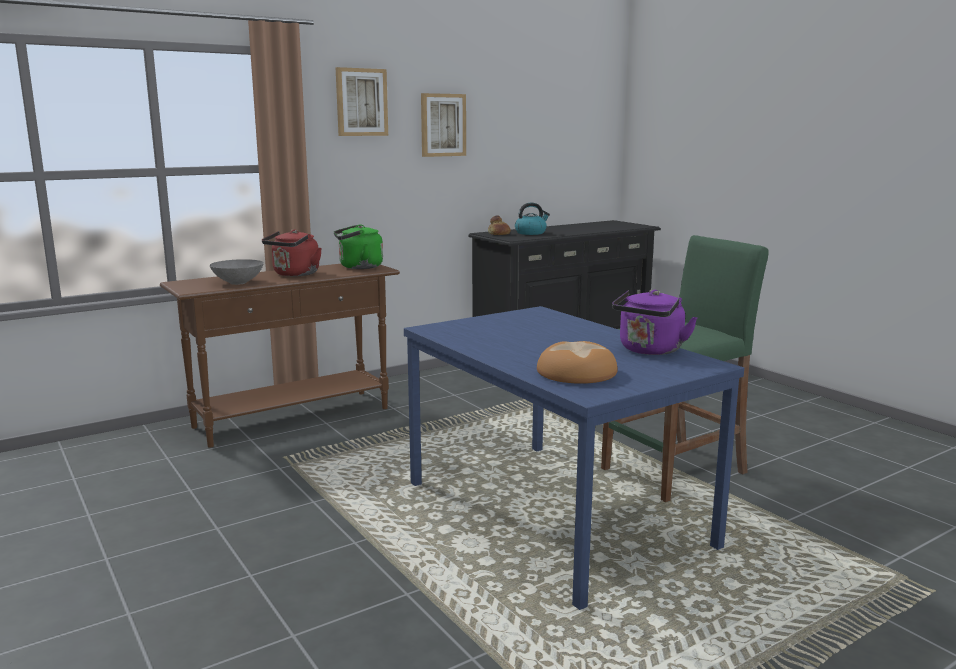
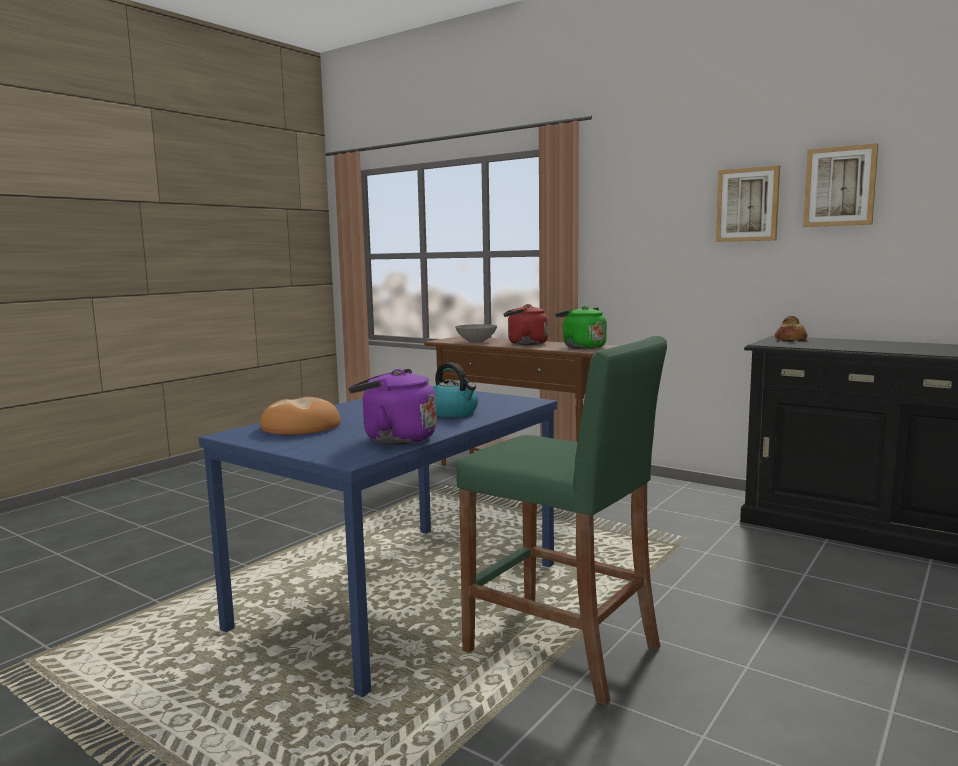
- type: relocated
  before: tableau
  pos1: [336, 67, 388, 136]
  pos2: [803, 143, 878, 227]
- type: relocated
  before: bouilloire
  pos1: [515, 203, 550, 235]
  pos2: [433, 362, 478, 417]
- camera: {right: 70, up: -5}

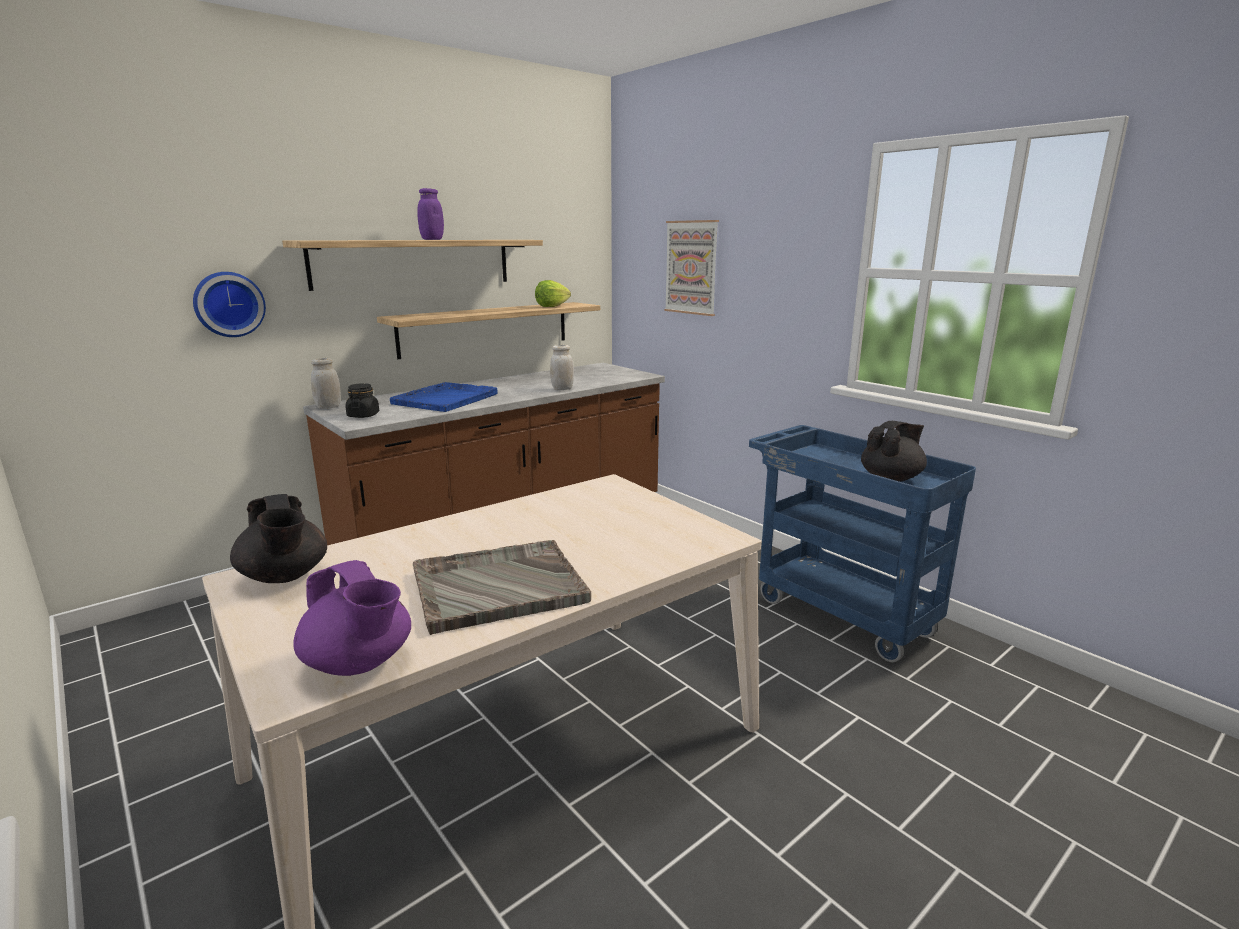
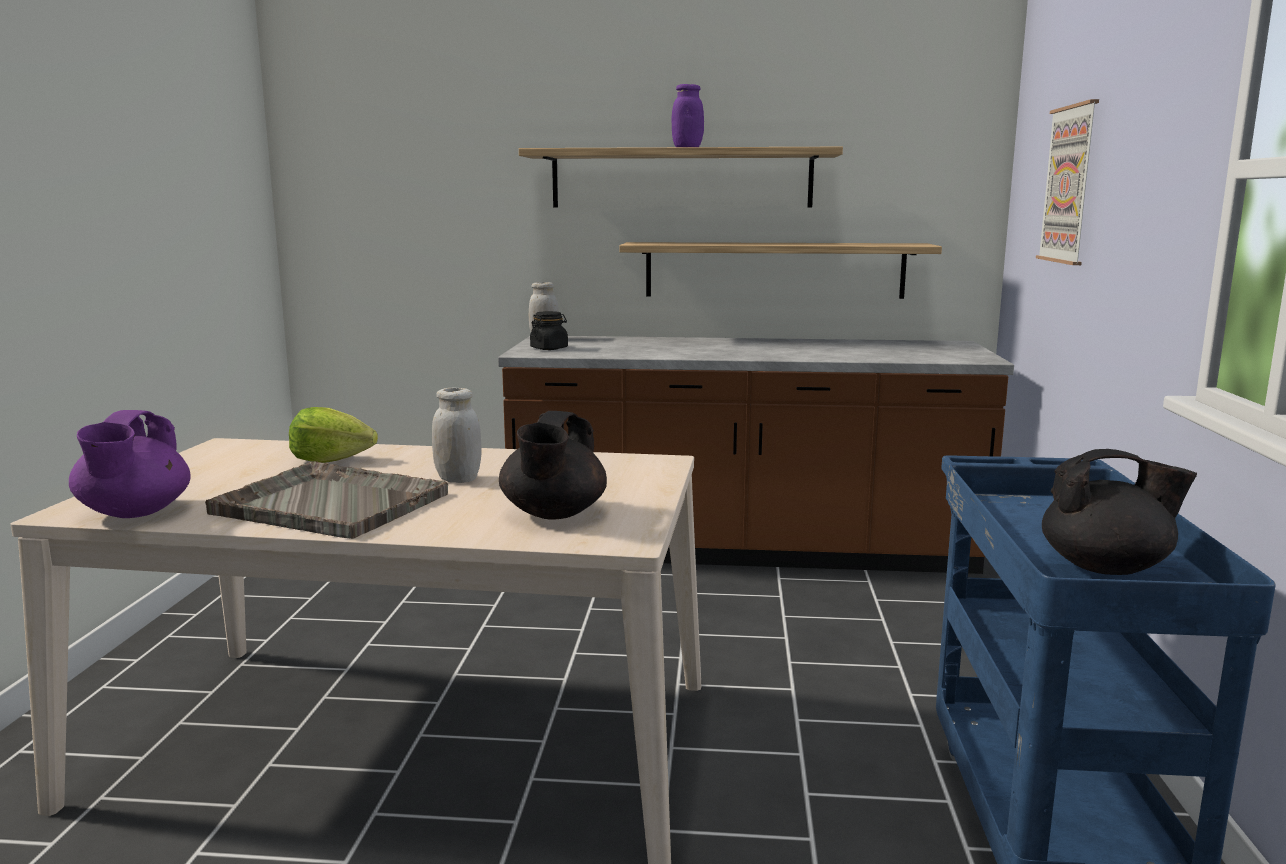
- type: missing
  before: horloge murale
  pos1: [193, 272, 266, 337]
- type: missing
  before: plateau (bleu)
  pos1: [390, 382, 498, 412]
- type: relocated
  before: théière (noir)
  pos1: [230, 494, 327, 583]
  pos2: [499, 411, 607, 520]
- type: relocated
  before: laitue
  pos1: [535, 280, 571, 307]
  pos2: [289, 407, 378, 463]
- type: relocated
  before: bocal (blanc)
  pos1: [550, 345, 574, 390]
  pos2: [432, 387, 482, 483]
- camera: {right: 45, up: -5}

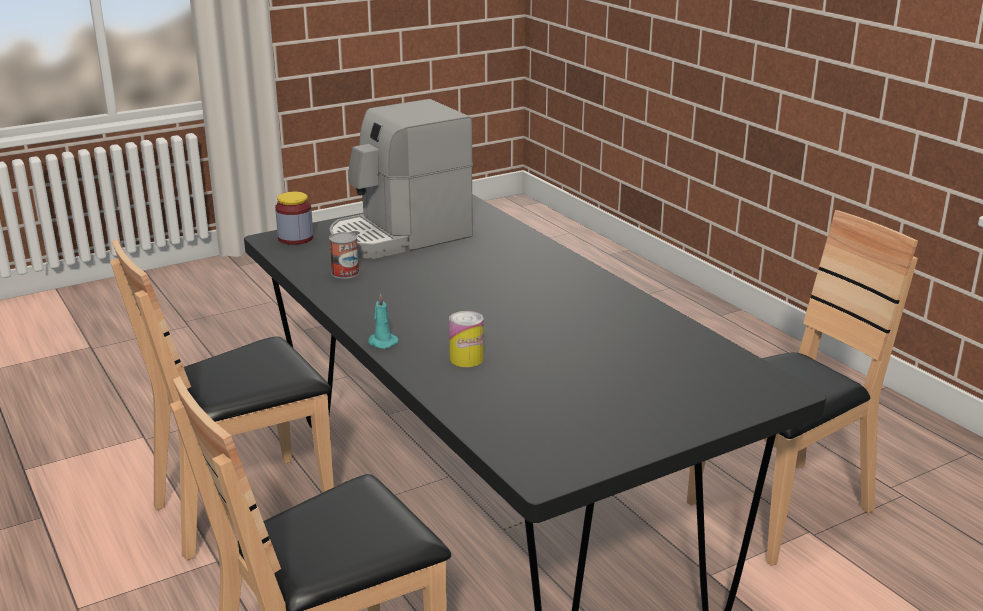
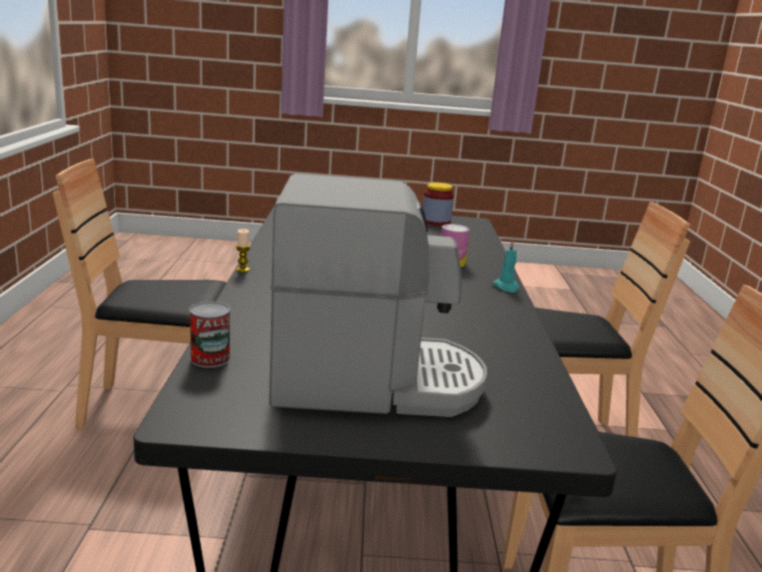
- type: appeared
  after: bougie
  pos2: [236, 229, 250, 272]
- type: relocated
  before: bocal
  pos1: [275, 192, 313, 245]
  pos2: [423, 182, 454, 226]
- type: relocated
  before: boîte métallique
  pos1: [329, 232, 359, 279]
  pos2: [189, 302, 230, 368]
- camera: {right: -150, up: -5}

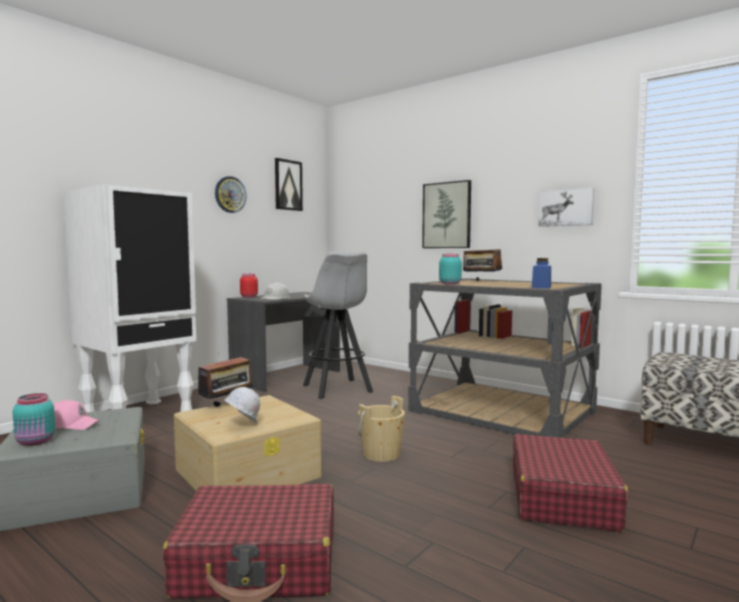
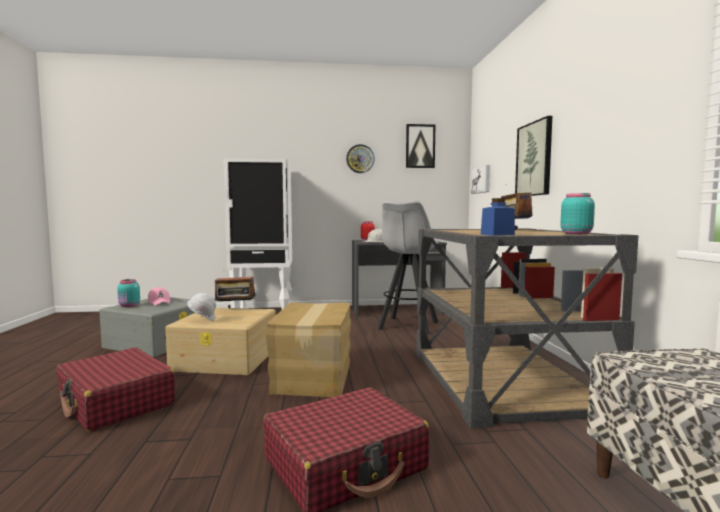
- type: relocated
  before: bocal (turquoise)
  pos1: [439, 254, 462, 284]
  pos2: [560, 193, 595, 234]
- type: relocated
  before: tableau
  pos1: [538, 188, 594, 227]
  pos2: [471, 165, 490, 194]
- type: exchanged
  before: seau (beige)
  after: carton
  pos1: [358, 396, 405, 462]
  pos2: [266, 302, 351, 397]
- camera: {right: 45, up: 0}

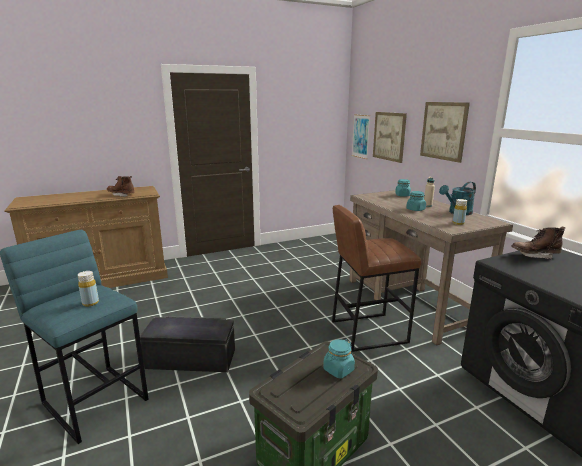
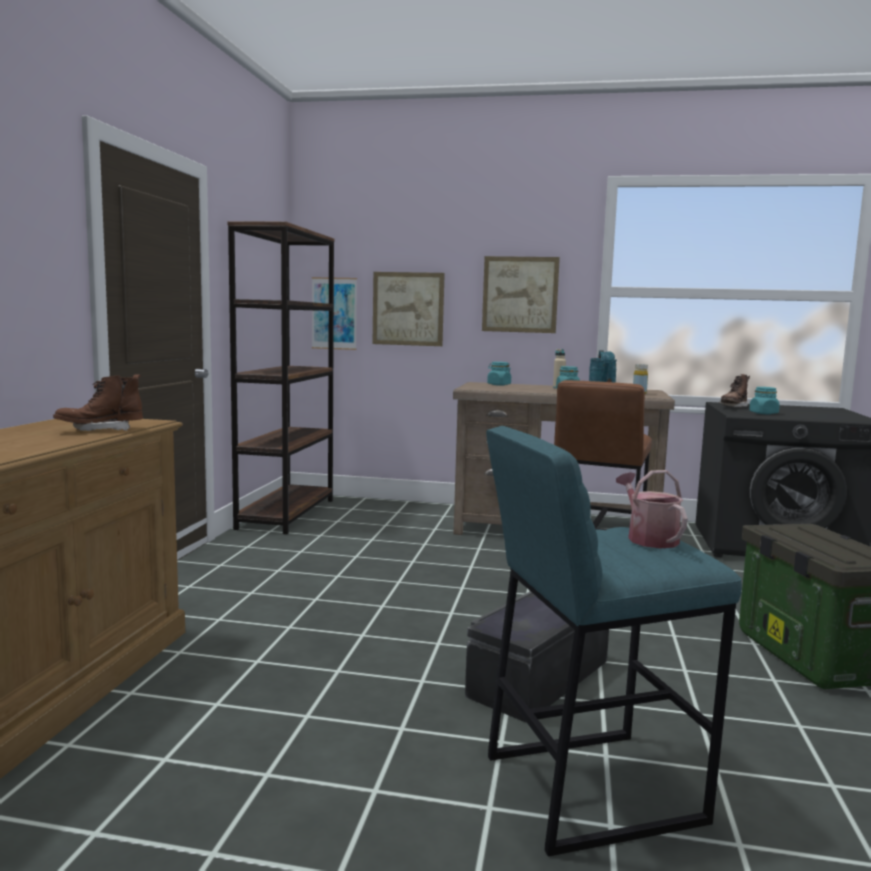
- type: appeared
  after: bibliothèque (marron)
  pos2: [227, 221, 335, 534]
- type: relocated
  before: bocal (turquoise)
  pos1: [323, 339, 355, 378]
  pos2: [749, 387, 780, 414]
- type: exchanged
  before: bouteille (jaune)
  after: arrosoir
  pos1: [78, 271, 99, 307]
  pos2: [616, 470, 688, 548]
- camera: {right: -55, up: -10}

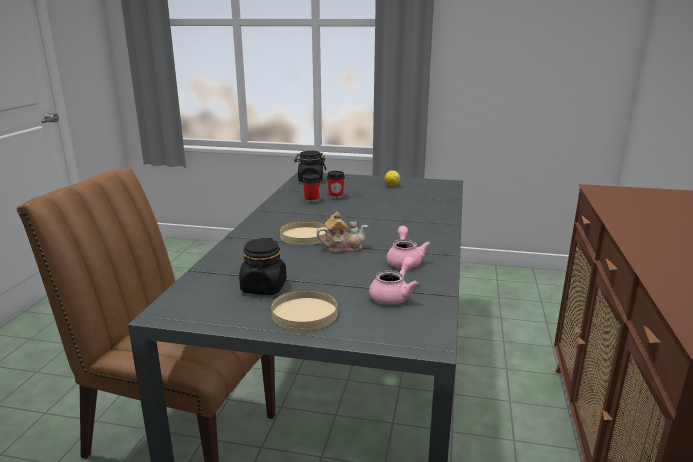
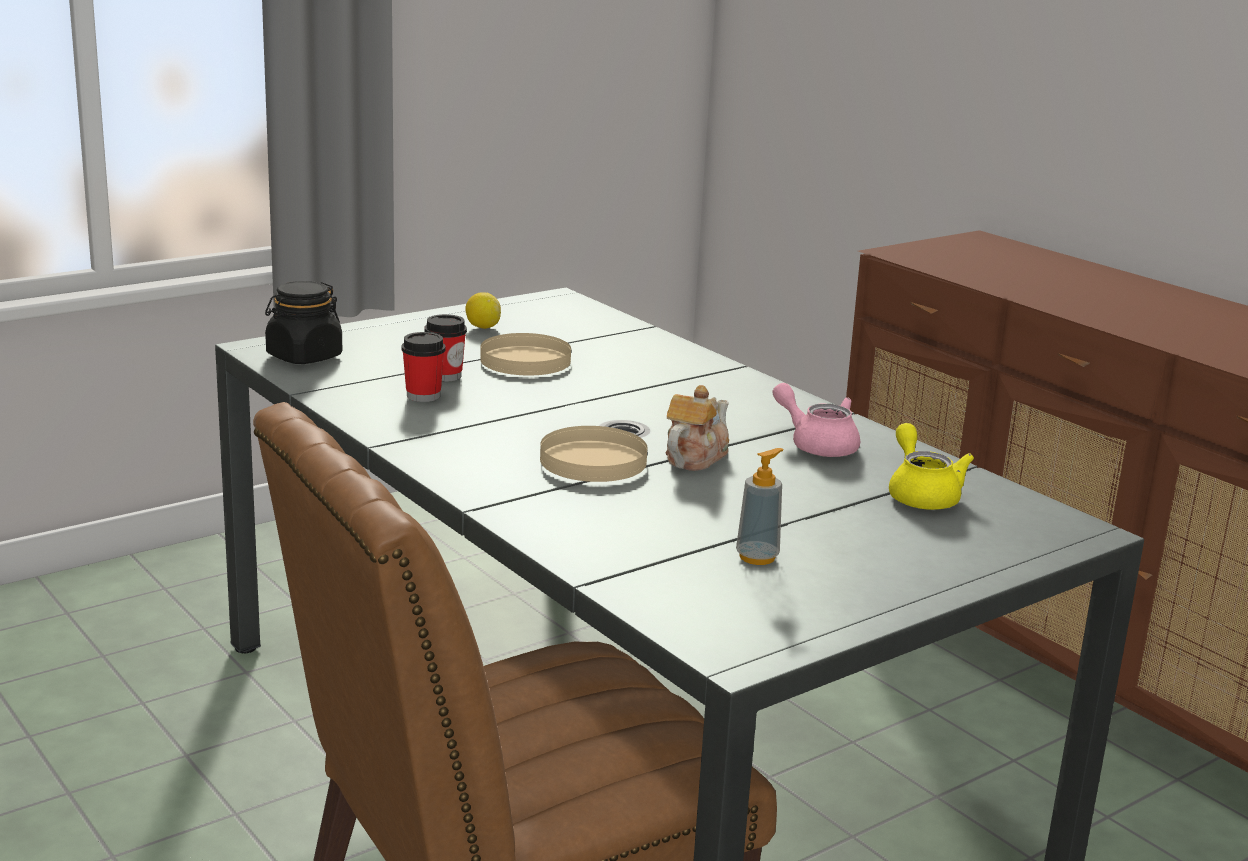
- type: relocated
  before: assiette (beige)
  pos1: [271, 289, 337, 331]
  pos2: [480, 333, 571, 375]
- type: exchanged
  before: bocal (noir)
  after: distributeur de savon
  pos1: [239, 238, 287, 295]
  pos2: [736, 448, 784, 565]
- type: colour
  before: théière (rose)
  after: théière (jaune)
  pos1: [369, 256, 419, 305]
  pos2: [889, 423, 974, 510]
- camera: {right: -50, up: 0}

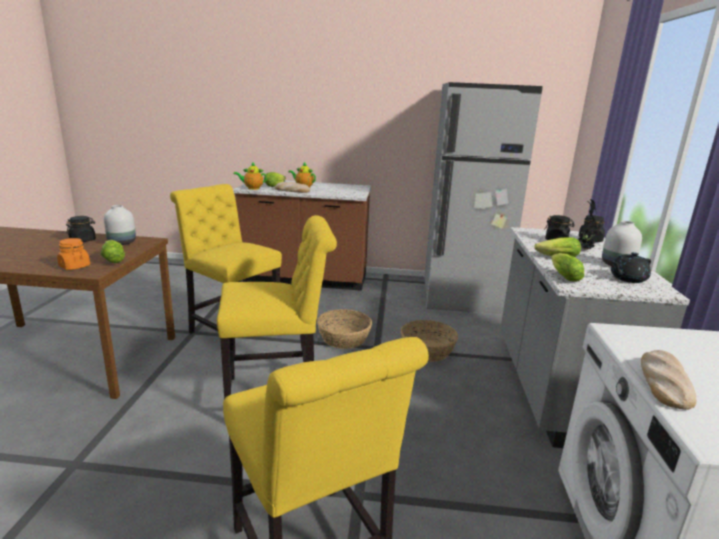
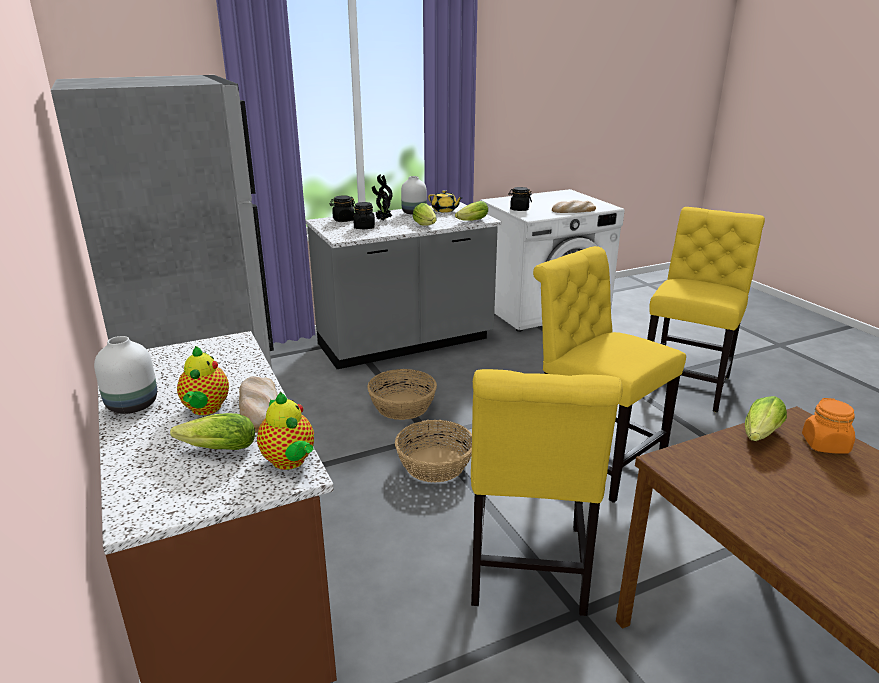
- type: relocated
  before: bocal (noir)
  pos1: [66, 216, 96, 242]
  pos2: [508, 187, 532, 211]
- type: relocated
  before: vase (blanc)
  pos1: [104, 205, 136, 245]
  pos2: [94, 336, 157, 414]
- type: colour
  before: théière (noir)
  after: théière (jaune)
  pos1: [611, 252, 651, 283]
  pos2: [428, 190, 463, 212]
- camera: {right: -120, up: 5}

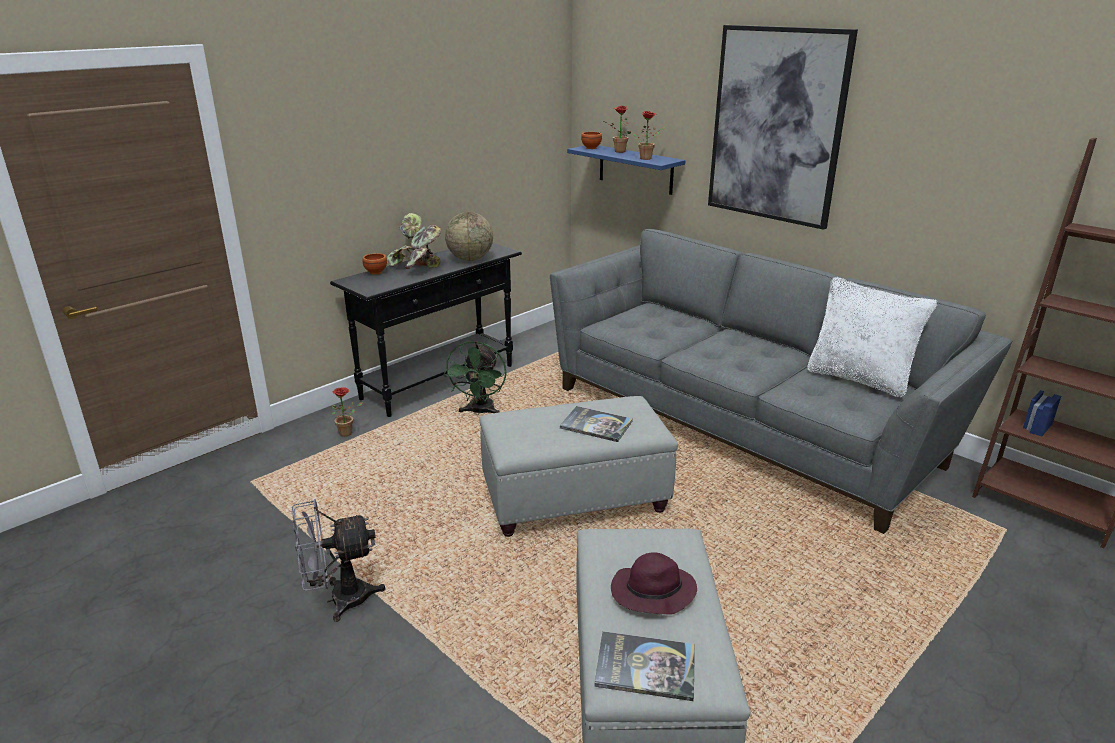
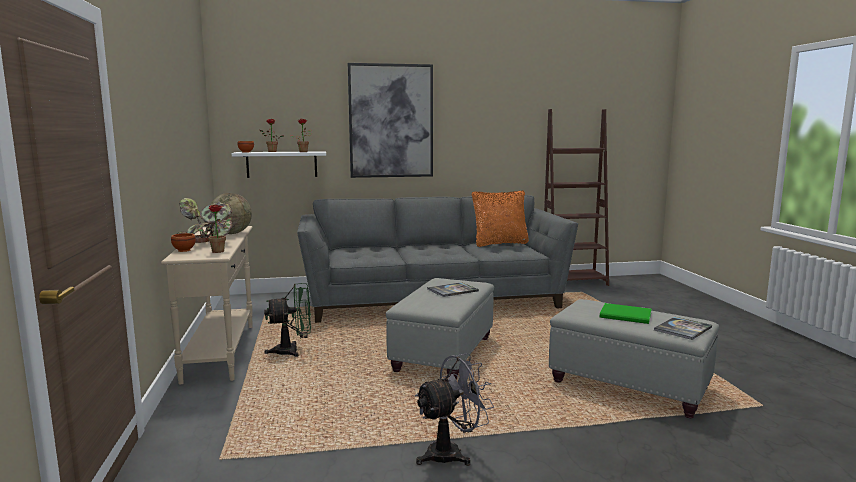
- type: relocated
  before: plante en pot
  pos1: [332, 387, 364, 437]
  pos2: [198, 205, 232, 253]
- type: exchanged
  before: chapeau (violet)
  after: livre (vert)
  pos1: [611, 552, 697, 615]
  pos2: [600, 303, 652, 324]
- type: colour
  before: table console (noir)
  after: table console (beige)
  pos1: [330, 243, 522, 417]
  pos2: [161, 226, 253, 385]
- type: colour
  before: étagère (bleu)
  after: étagère (blanc)
  pos1: [567, 146, 686, 195]
  pos2: [232, 151, 326, 178]
- type: colour
  before: coussin (blanc)
  after: coussin (orange)
  pos1: [808, 277, 937, 398]
  pos2: [472, 190, 529, 247]
- type: spun
  before: ventilateur (gris)
  pos1: [292, 499, 386, 622]
  pos2: [415, 353, 494, 466]
  turn: -135
- type: spun
  before: ventilateur (vert)
  pos1: [443, 341, 507, 414]
  pos2: [264, 283, 311, 357]
  turn: -60
- camera: {right: -55, up: -15}

